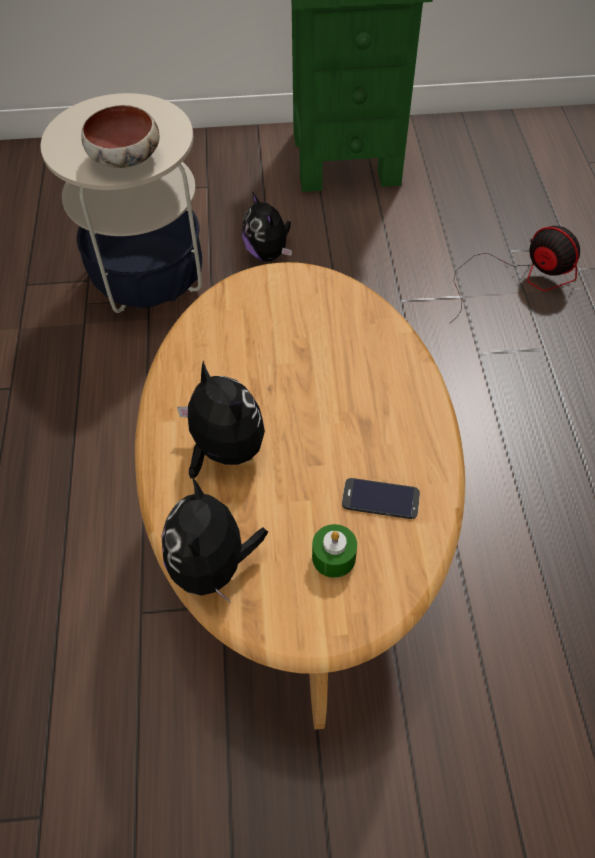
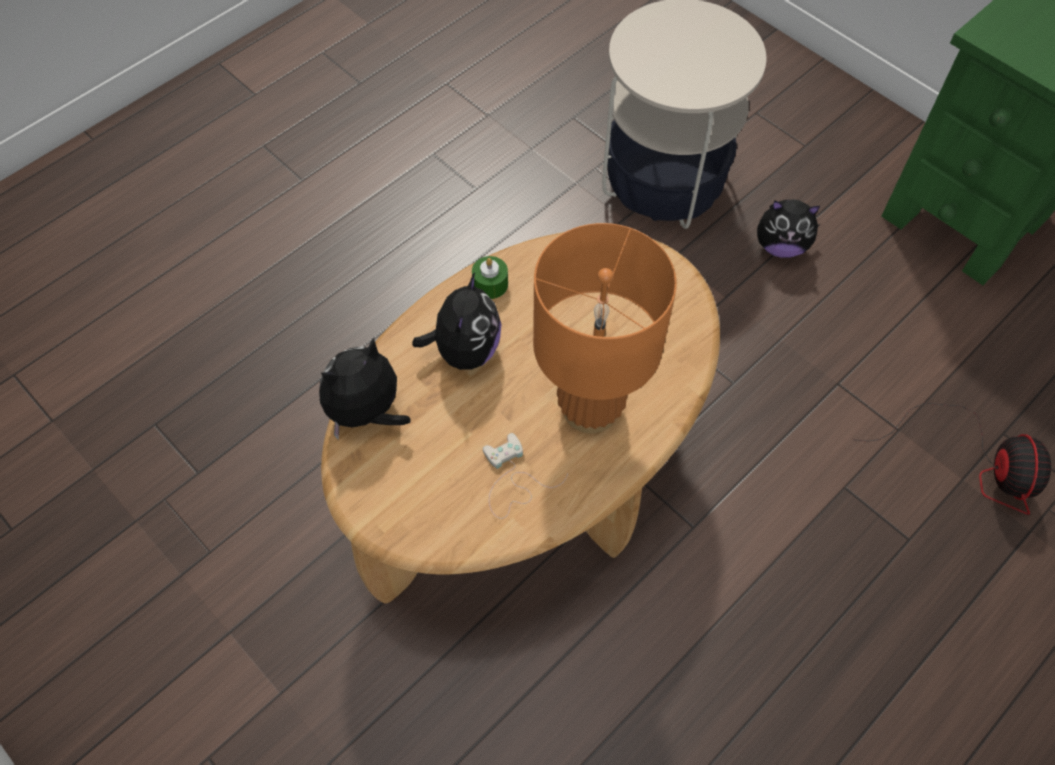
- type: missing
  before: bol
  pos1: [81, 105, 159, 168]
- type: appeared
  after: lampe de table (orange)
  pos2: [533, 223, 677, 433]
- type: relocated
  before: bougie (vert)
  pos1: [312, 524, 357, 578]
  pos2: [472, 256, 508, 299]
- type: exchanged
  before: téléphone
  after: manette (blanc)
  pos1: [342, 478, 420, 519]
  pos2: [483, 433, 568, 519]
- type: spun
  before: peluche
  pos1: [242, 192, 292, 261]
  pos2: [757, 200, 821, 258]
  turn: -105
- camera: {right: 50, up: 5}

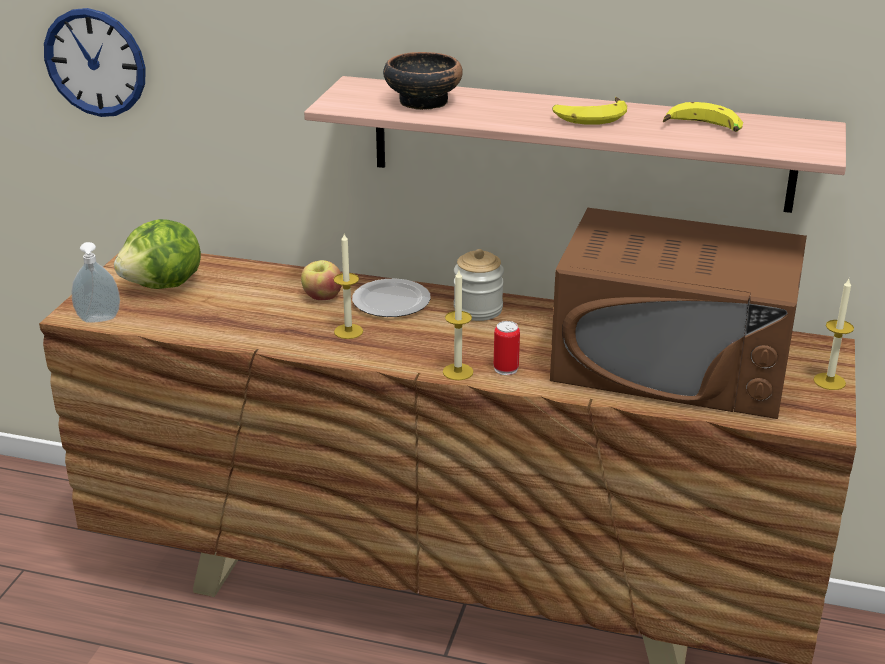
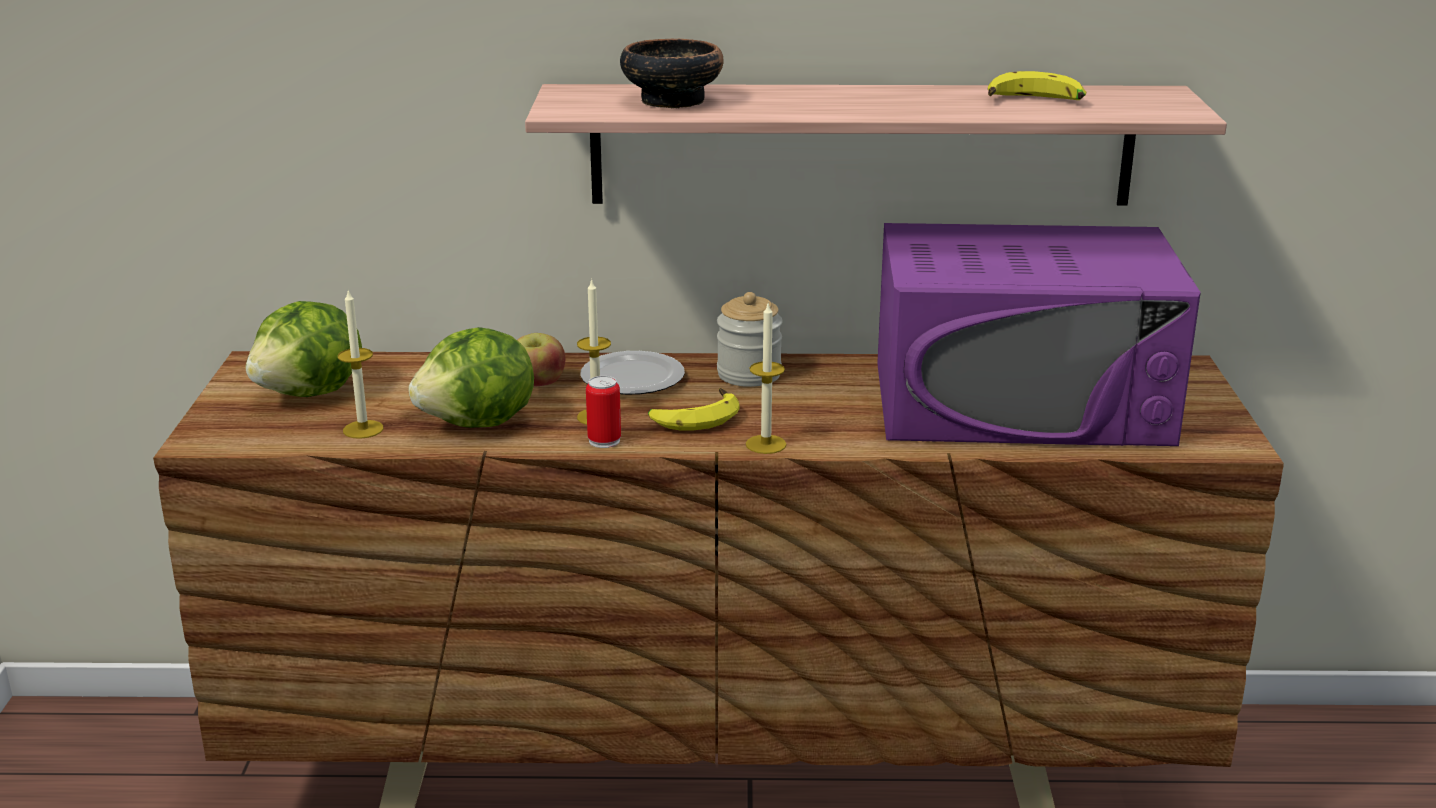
- type: missing
  before: horloge murale
  pos1: [44, 8, 146, 117]
- type: missing
  before: distributeur de savon
  pos1: [72, 242, 120, 323]
- type: appeared
  after: laitue
  pos2: [409, 327, 534, 428]
- type: relocated
  before: boîte métallique
  pos1: [494, 321, 520, 375]
  pos2: [586, 376, 621, 448]
- type: relocated
  before: banane
  pos1: [552, 97, 627, 125]
  pos2: [648, 388, 740, 430]
- type: relocated
  before: bougie
  pos1: [813, 279, 854, 390]
  pos2: [338, 289, 383, 439]
- type: colour
  before: micro-ondes (marron)
  after: micro-ondes (violet)
  pos1: [550, 208, 807, 419]
  pos2: [877, 223, 1201, 446]
- camera: {right: -15, up: -5}

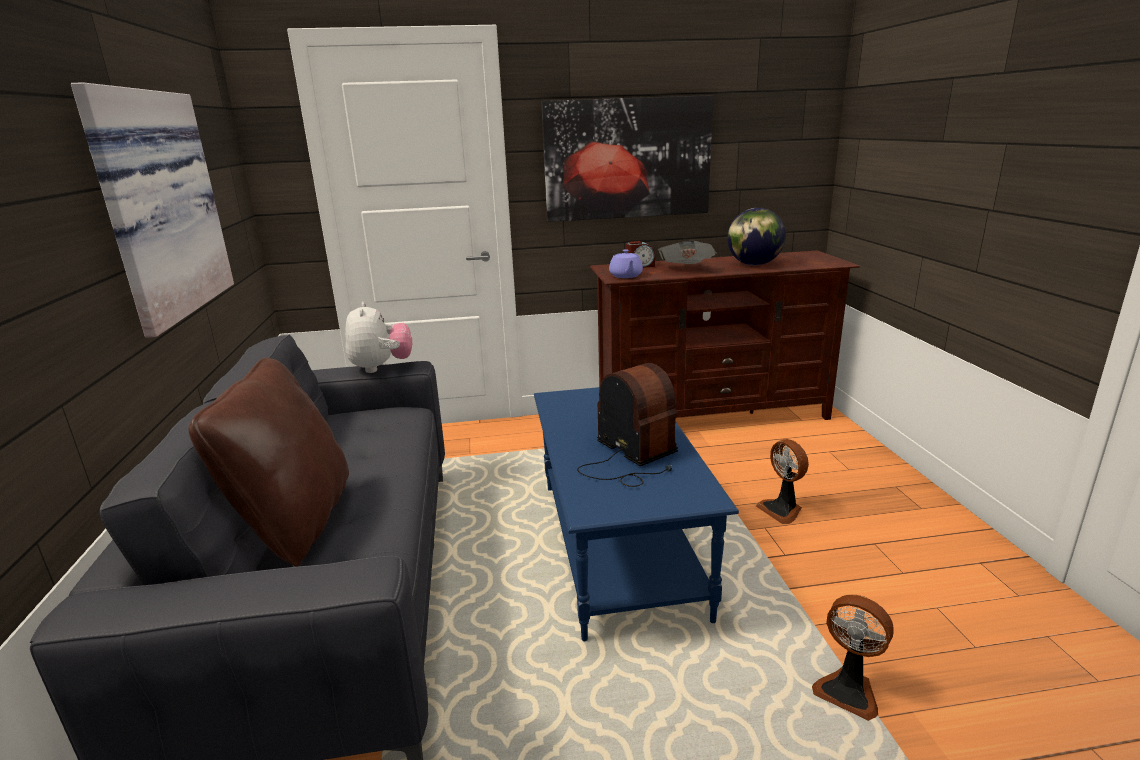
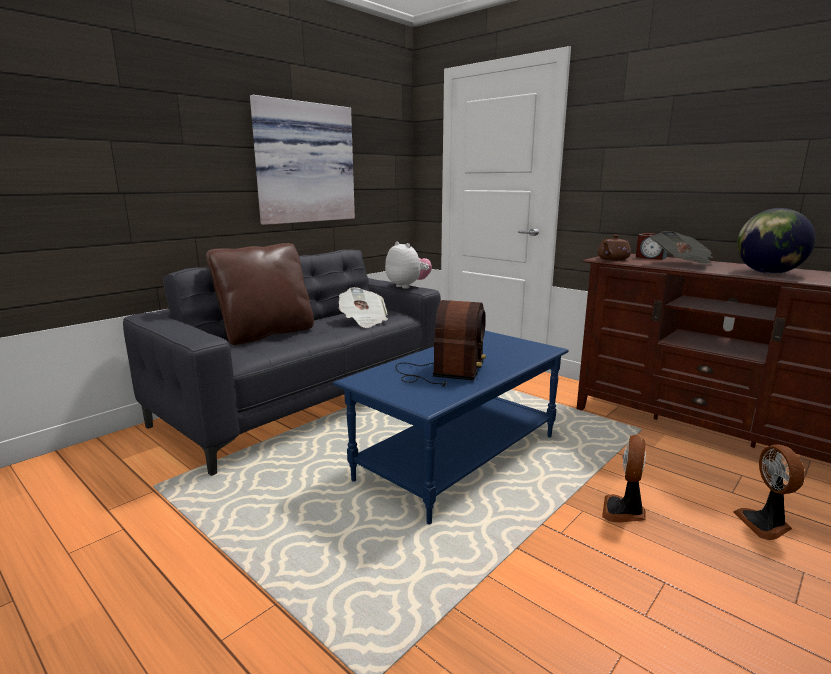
- type: missing
  before: tableau
  pos1: [541, 95, 713, 222]
- type: appeared
  after: journal
  pos2: [339, 287, 388, 328]
- type: relocated
  before: ventilateur
  pos1: [812, 595, 894, 721]
  pos2: [733, 445, 805, 540]
- type: colour
  before: théière (violet)
  after: théière (marron)
  pos1: [609, 249, 643, 278]
  pos2: [597, 235, 631, 261]
- type: spun
  before: peluche
  pos1: [345, 302, 412, 373]
  pos2: [385, 241, 432, 289]
  turn: -75
- camera: {right: 50, up: -5}

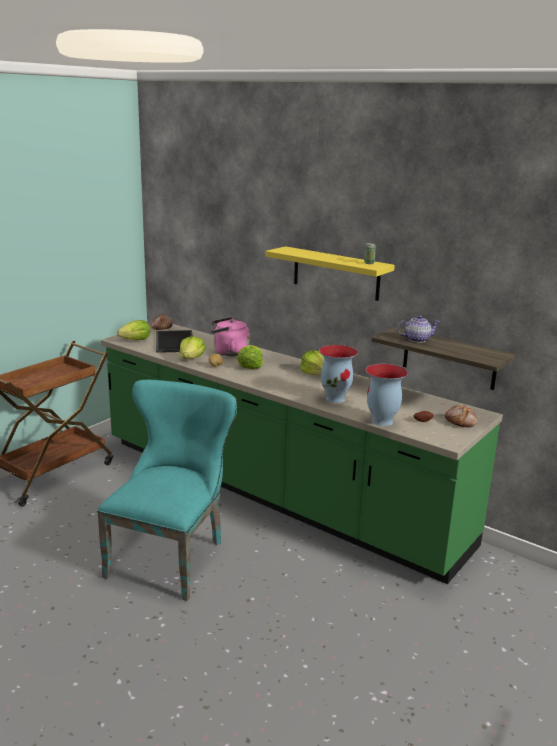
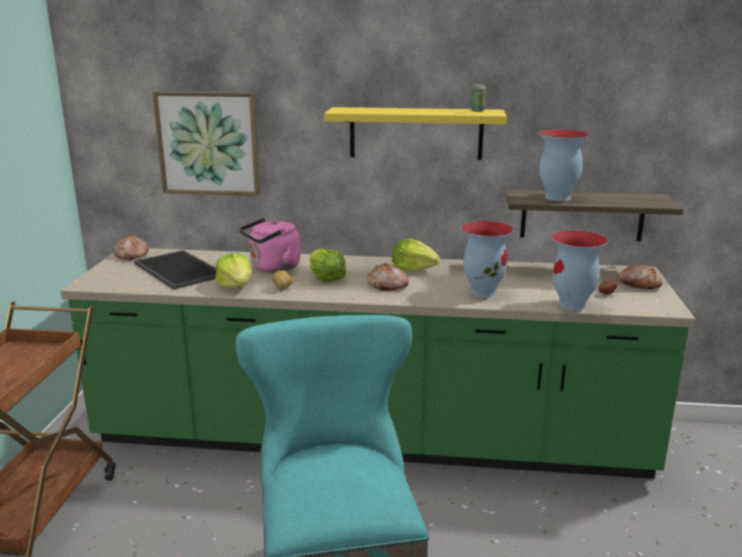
- type: missing
  before: laitue
  pos1: [117, 320, 150, 340]
- type: appeared
  after: tableau
  pos2: [152, 91, 261, 196]
- type: appeared
  after: pain
  pos2: [367, 263, 409, 291]
- type: exchanged
  before: théière
  after: vase
  pos1: [397, 315, 440, 343]
  pos2: [539, 129, 590, 201]
- camera: {right: -30, up: 0}

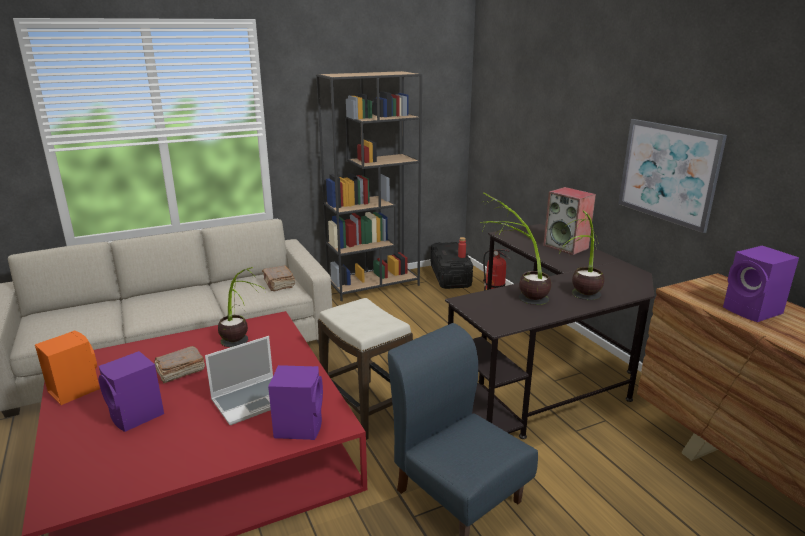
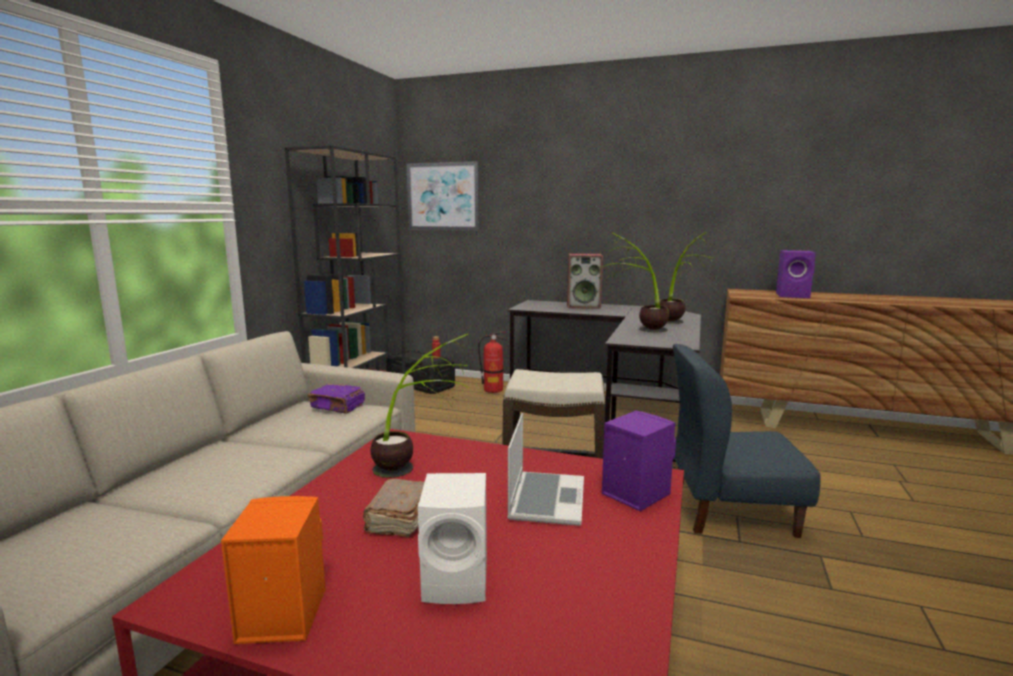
- type: relocated
  before: tableau
  pos1: [618, 119, 727, 233]
  pos2: [406, 161, 479, 230]
- type: colour
  before: enceinte (violet)
  after: enceinte (blanc)
  pos1: [99, 351, 164, 432]
  pos2: [418, 473, 487, 604]
- type: colour
  before: livre (marron)
  after: livre (violet)
  pos1: [262, 266, 295, 291]
  pos2: [308, 384, 365, 414]
- camera: {right: -45, up: -10}

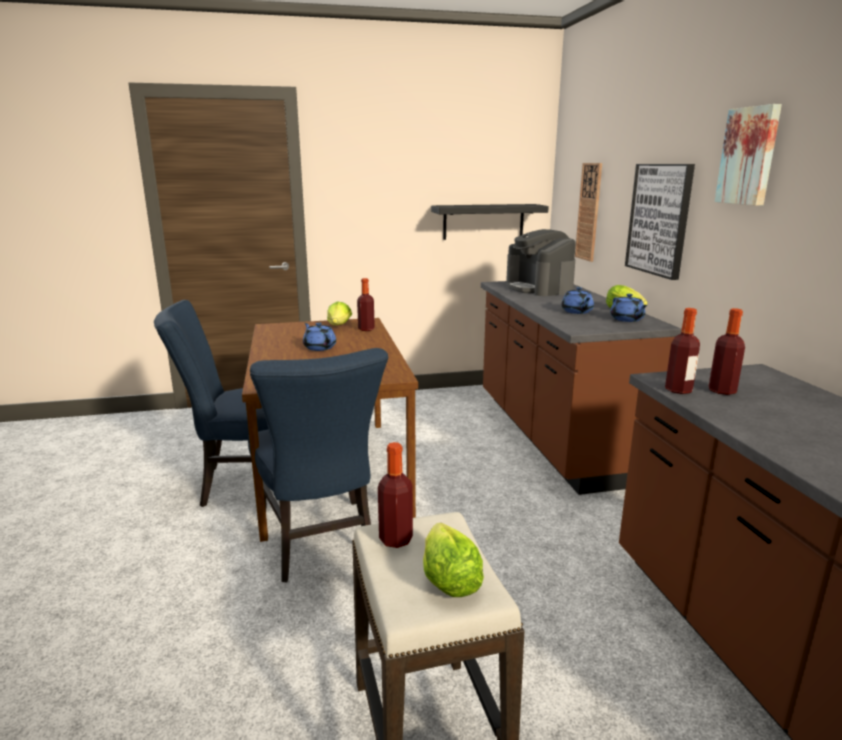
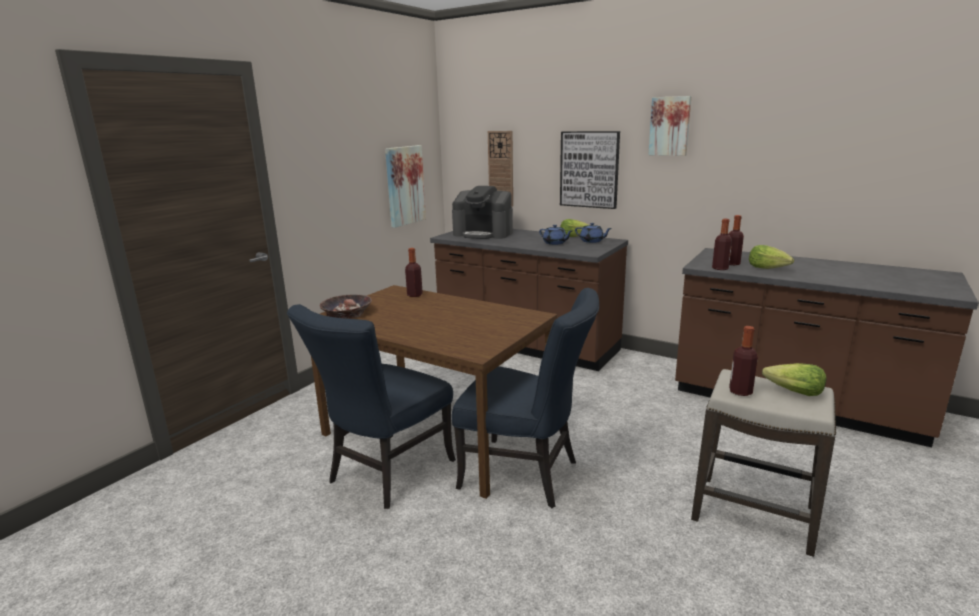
- type: missing
  before: théière (bleu)
  pos1: [303, 323, 336, 351]
- type: appeared
  after: bol
  pos2: [320, 294, 372, 319]
- type: relocated
  before: laitue
  pos1: [327, 301, 352, 325]
  pos2: [749, 245, 794, 269]
- type: exchanged
  before: étagère (noir)
  after: tableau
  pos1: [431, 204, 549, 240]
  pos2: [385, 145, 426, 228]
- camera: {right: -45, up: 0}

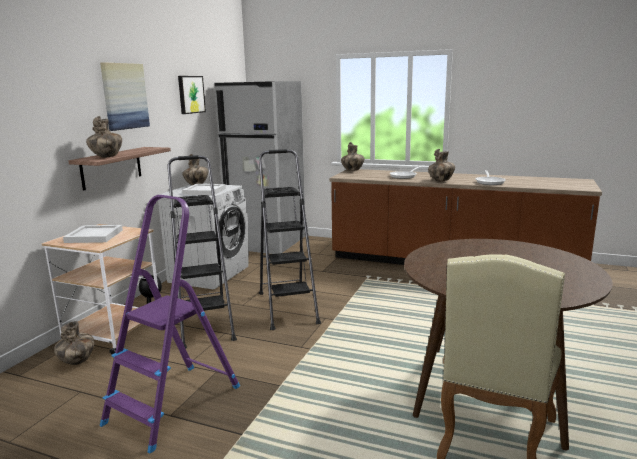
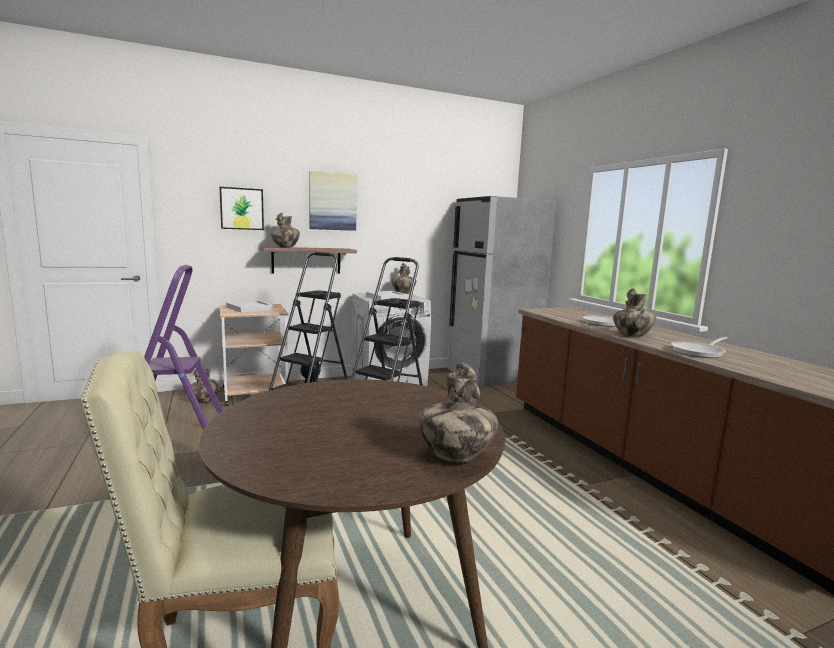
- type: relocated
  before: tableau
  pos1: [178, 76, 206, 114]
  pos2: [220, 187, 264, 230]
- type: relocated
  before: vase
  pos1: [341, 142, 364, 171]
  pos2: [418, 362, 498, 463]
- camera: {right: 45, up: -5}

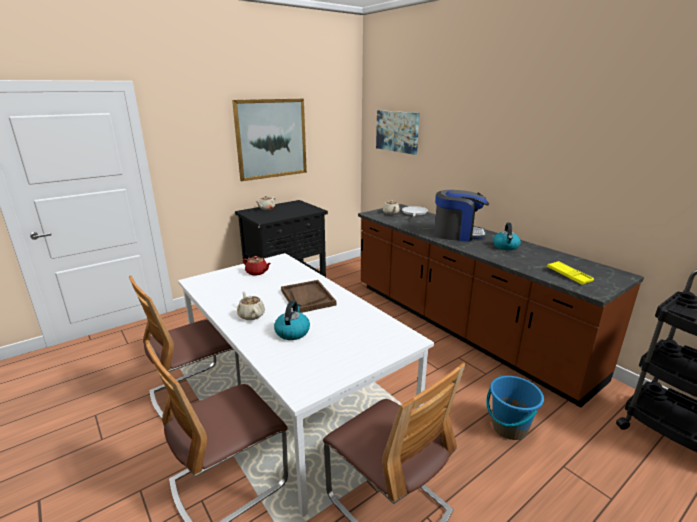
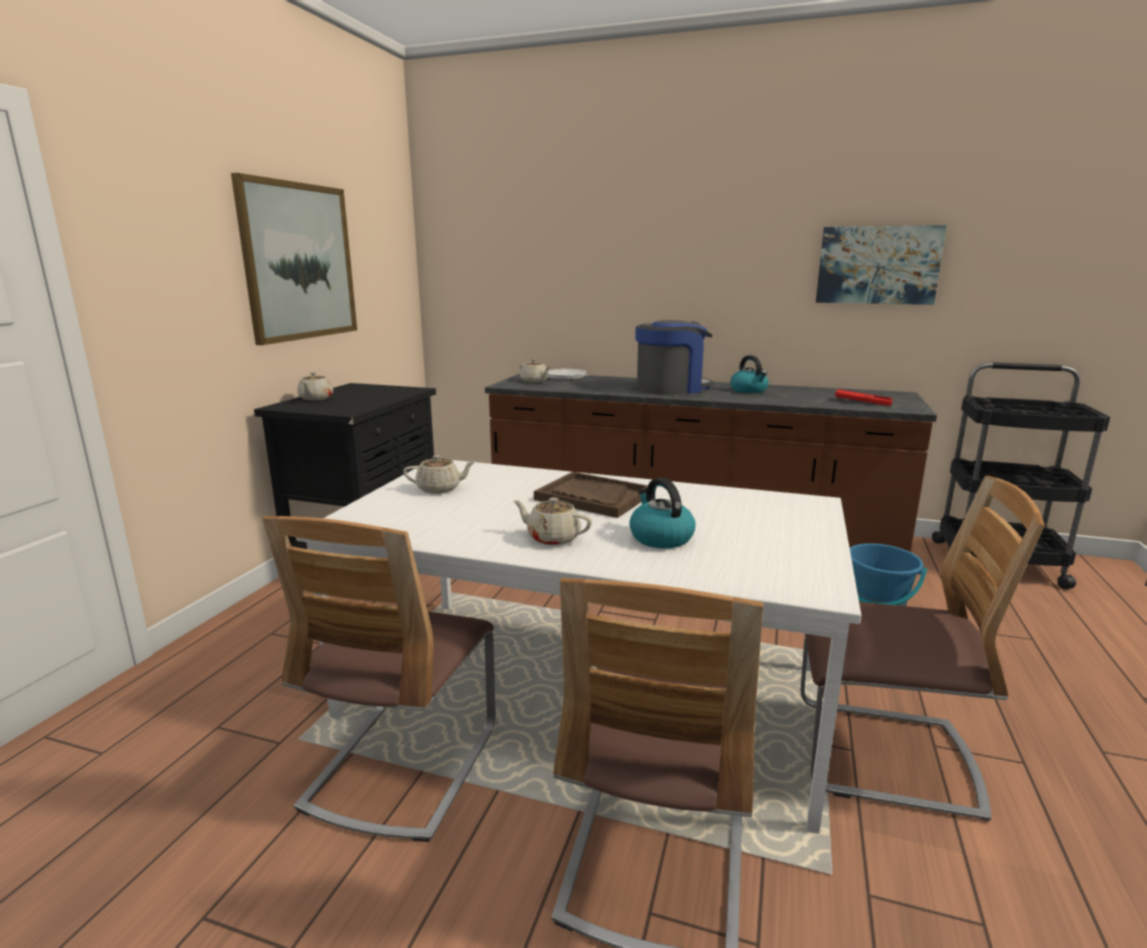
- type: relocated
  before: tableau
  pos1: [376, 110, 419, 155]
  pos2: [816, 225, 947, 305]
- type: colour
  before: théière (rouge)
  after: théière (beige)
  pos1: [243, 256, 271, 276]
  pos2: [403, 455, 476, 494]
- type: colour
  before: plateau (jaune)
  after: plateau (rouge)
  pos1: [547, 261, 594, 285]
  pos2: [835, 389, 893, 406]
- camera: {right: -35, up: -5}

